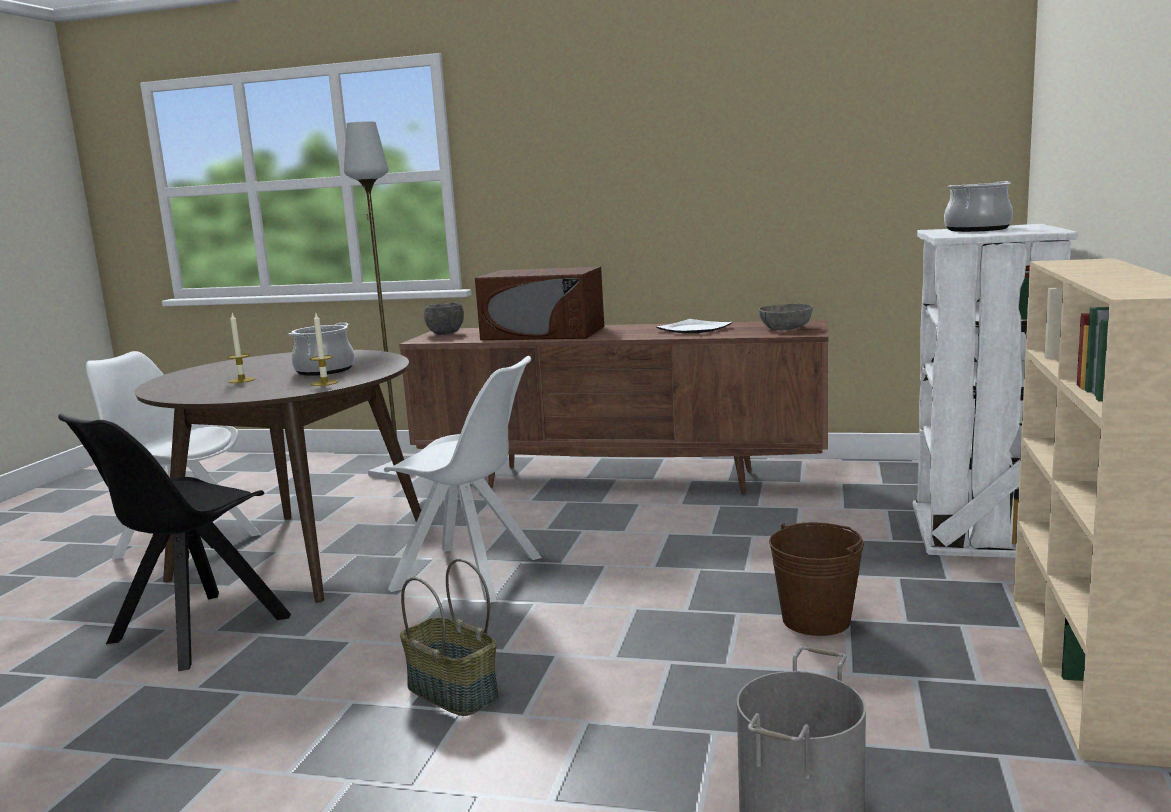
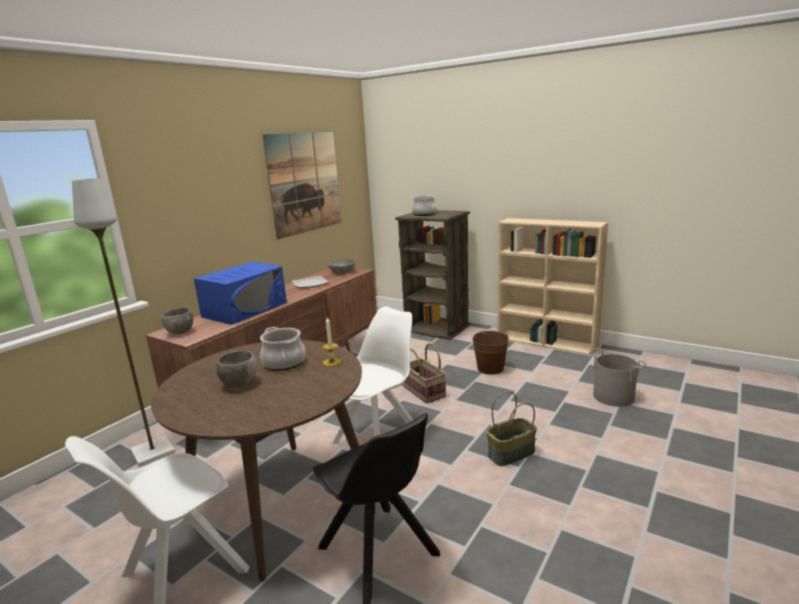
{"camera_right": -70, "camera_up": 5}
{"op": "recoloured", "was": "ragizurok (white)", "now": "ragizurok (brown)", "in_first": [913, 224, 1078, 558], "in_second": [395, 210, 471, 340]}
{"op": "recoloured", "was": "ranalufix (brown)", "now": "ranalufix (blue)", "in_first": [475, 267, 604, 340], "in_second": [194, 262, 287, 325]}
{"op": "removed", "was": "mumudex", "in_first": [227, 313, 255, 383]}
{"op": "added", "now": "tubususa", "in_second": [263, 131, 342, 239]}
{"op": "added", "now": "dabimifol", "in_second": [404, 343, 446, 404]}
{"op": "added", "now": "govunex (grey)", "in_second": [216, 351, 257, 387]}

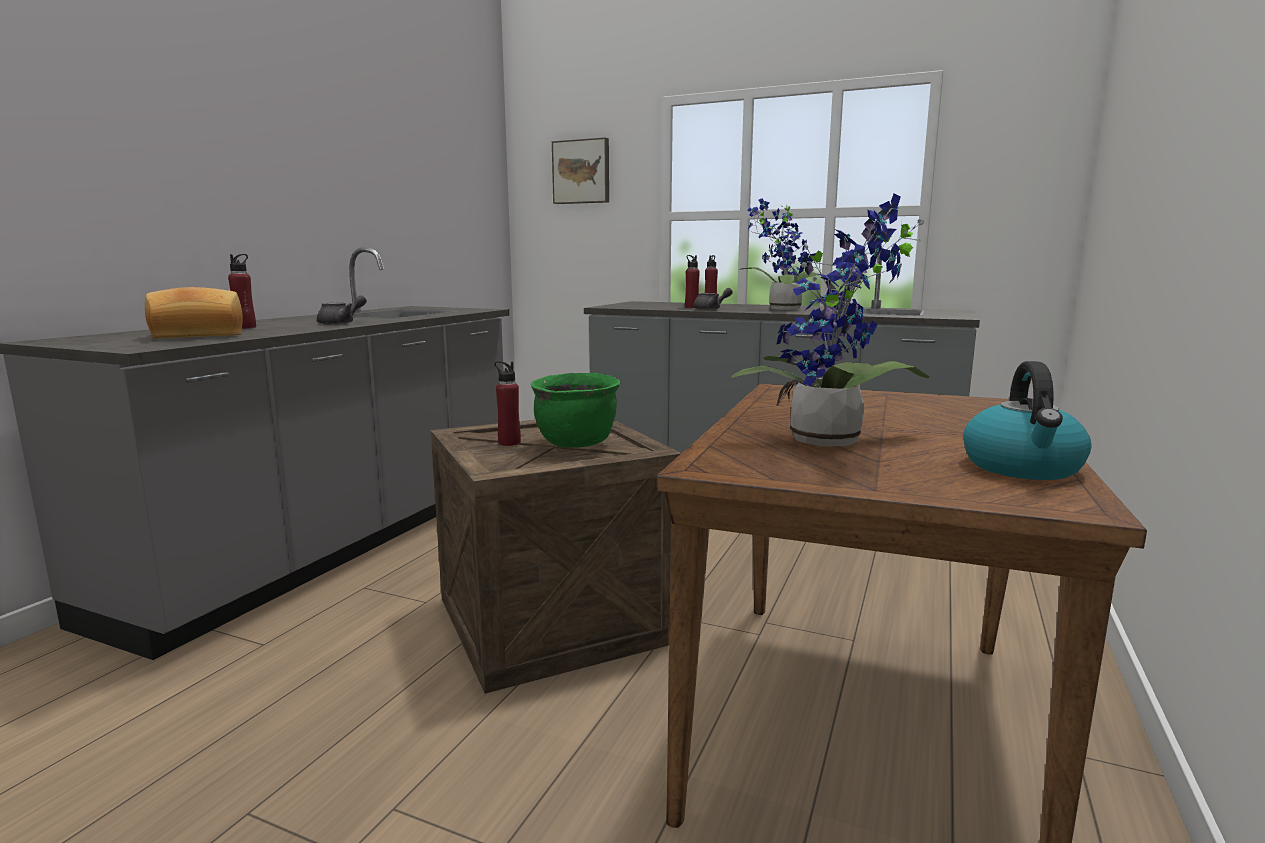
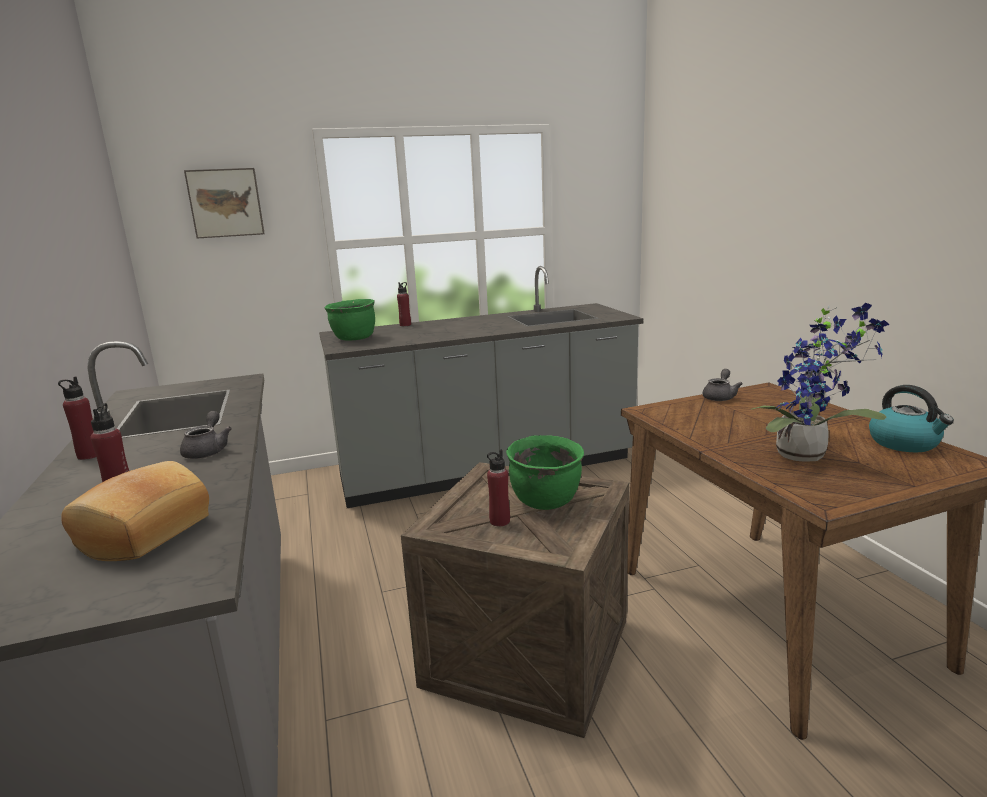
{"camera_right": -40, "camera_up": 5}
{"op": "removed", "was": "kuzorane", "in_first": [740, 198, 820, 310]}
{"op": "moved", "was": "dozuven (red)", "in_first": [685, 255, 700, 308], "in_second": [58, 377, 96, 460]}
{"op": "moved", "was": "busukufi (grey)", "in_first": [693, 288, 733, 310], "in_second": [703, 369, 743, 401]}
{"op": "added", "now": "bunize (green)", "in_second": [324, 299, 375, 341]}

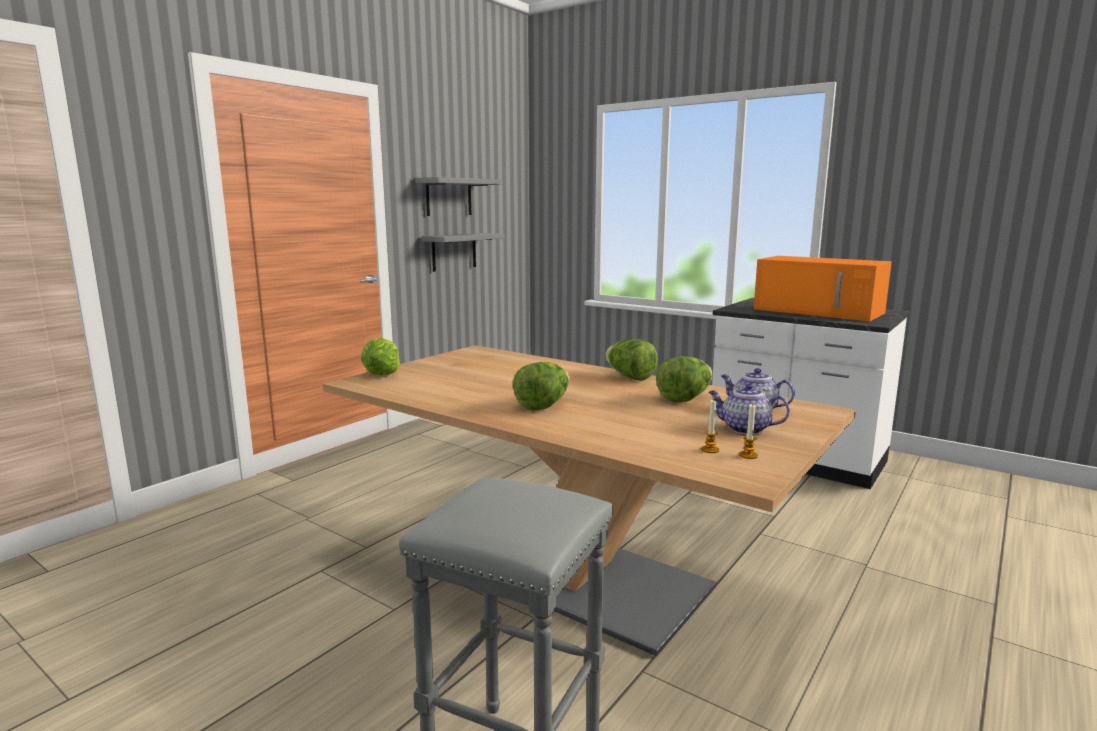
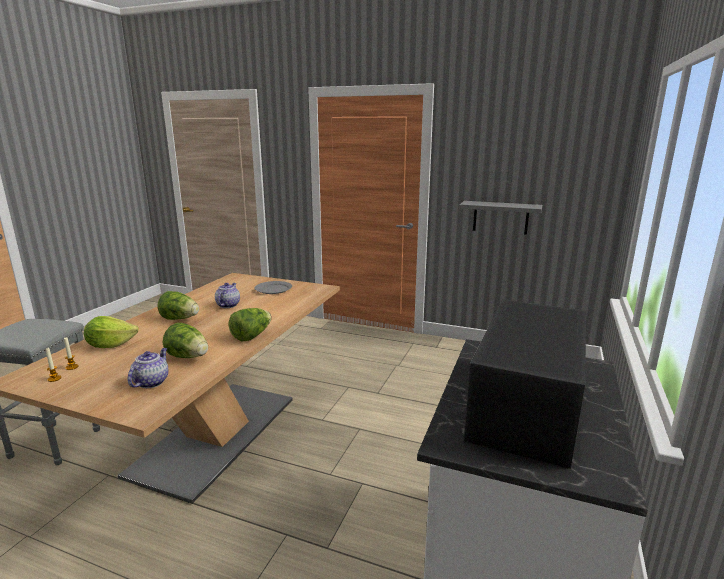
{"camera_right": 75, "camera_up": 5}
{"op": "removed", "was": "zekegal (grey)", "in_first": [415, 177, 501, 216]}
{"op": "recoloured", "was": "ranalufix (orange)", "now": "ranalufix (black)", "in_first": [754, 256, 892, 321], "in_second": [464, 299, 586, 469]}
{"op": "moved", "was": "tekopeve", "in_first": [361, 338, 400, 375], "in_second": [84, 316, 139, 348]}
{"op": "moved", "was": "busukufi", "in_first": [709, 384, 790, 434], "in_second": [215, 283, 240, 308]}
{"op": "added", "now": "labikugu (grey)", "in_second": [254, 281, 292, 294]}

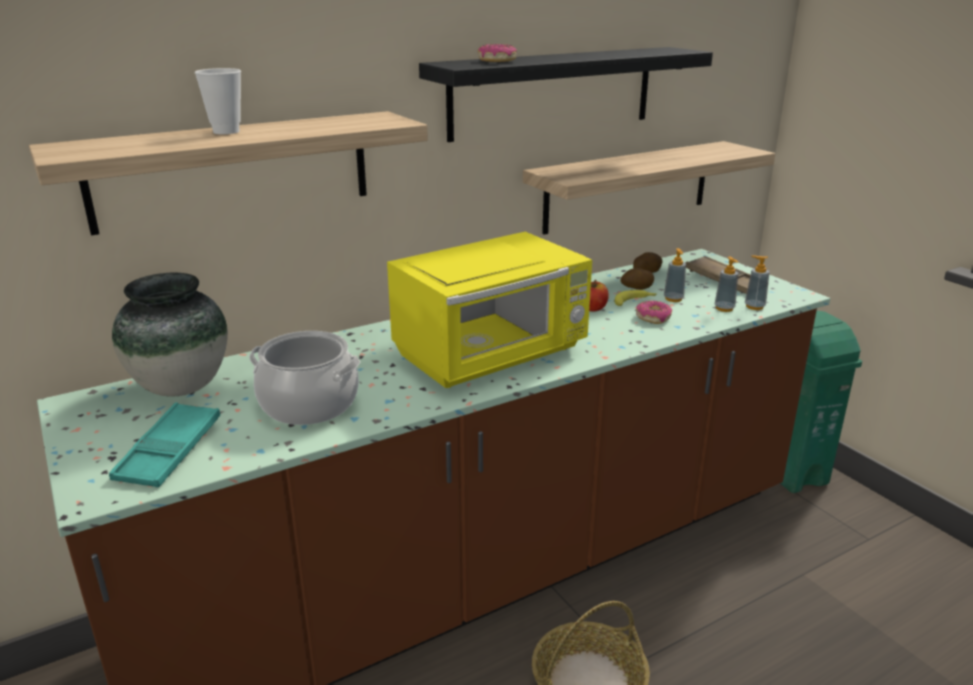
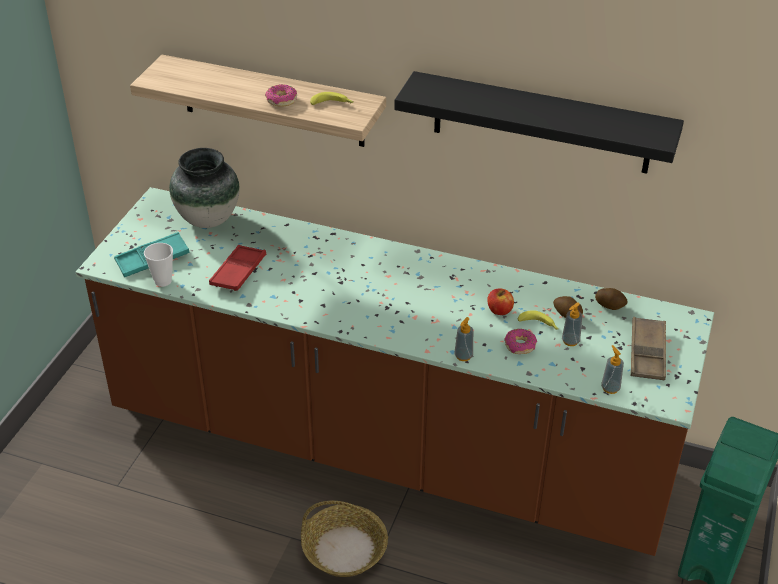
{"camera_right": 50, "camera_up": 15}
{"op": "moved", "was": "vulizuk", "in_first": [478, 44, 517, 62], "in_second": [265, 84, 297, 107]}
{"op": "moved", "was": "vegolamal", "in_first": [195, 68, 241, 134], "in_second": [144, 243, 173, 287]}
{"op": "removed", "was": "zekegal", "in_first": [523, 141, 775, 235]}
{"op": "removed", "was": "ranalufix (yellow)", "in_first": [387, 232, 592, 388]}
{"op": "moved", "was": "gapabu", "in_first": [714, 256, 738, 312], "in_second": [455, 317, 473, 361]}
{"op": "replaced", "was": "bunize", "now": "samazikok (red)", "in_first": [249, 331, 360, 425], "in_second": [209, 245, 266, 291]}
{"op": "added", "now": "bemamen", "in_second": [310, 92, 354, 105]}

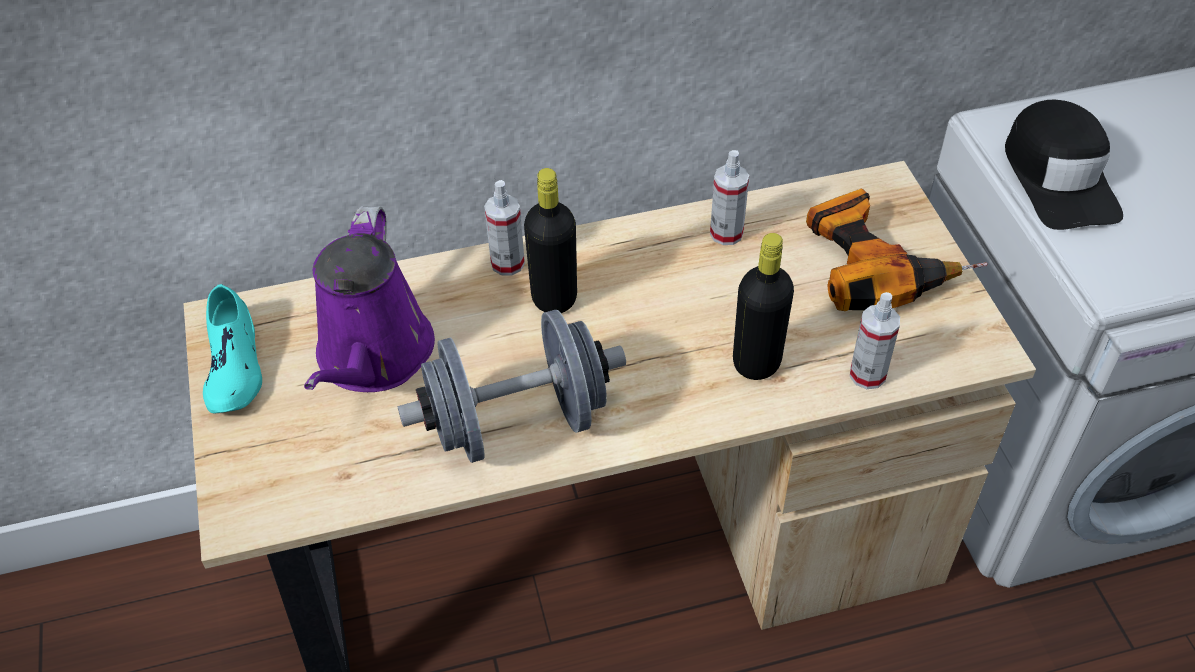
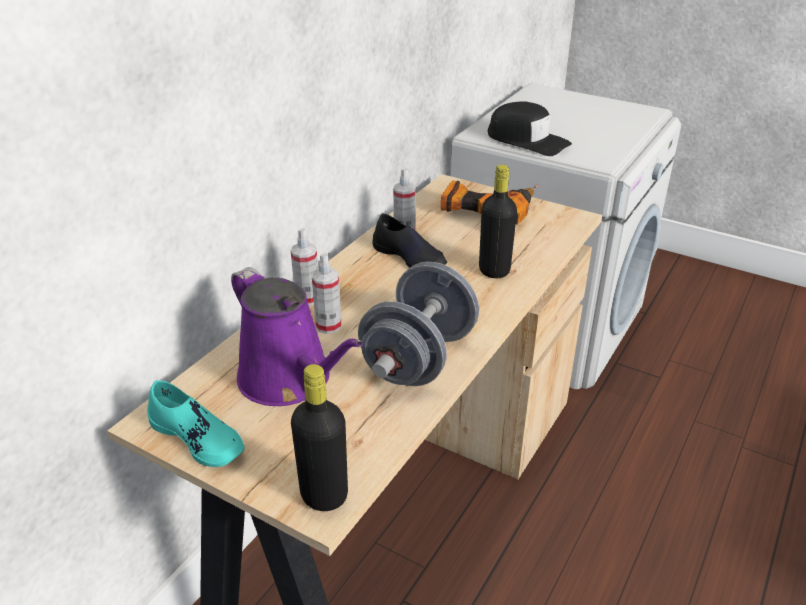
{"camera_right": -45, "camera_up": -15}
{"op": "moved", "was": "dozuven (black)", "in_first": [524, 168, 577, 313], "in_second": [291, 364, 348, 511]}
{"op": "moved", "was": "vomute", "in_first": [850, 292, 900, 389], "in_second": [312, 252, 342, 334]}
{"op": "added", "now": "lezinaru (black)", "in_second": [372, 213, 447, 268]}

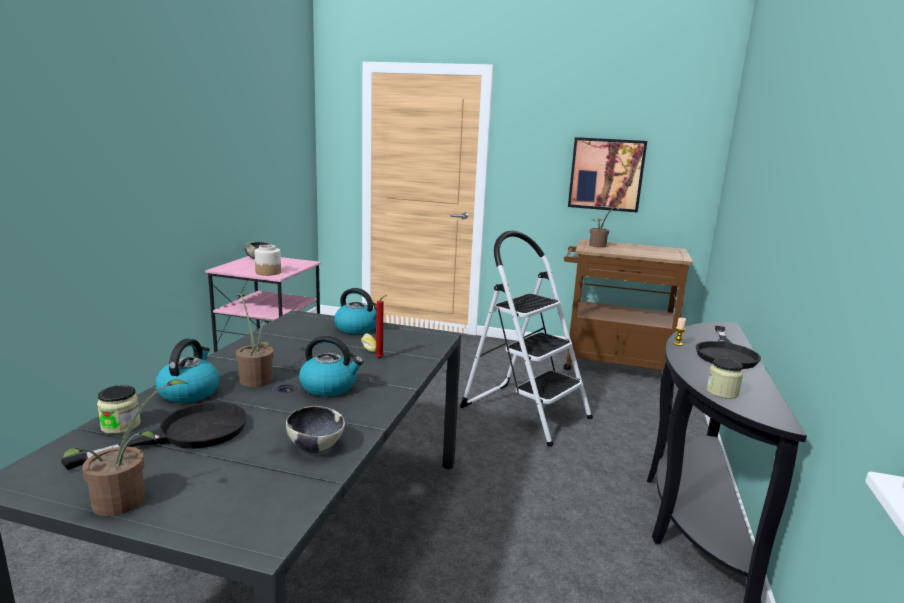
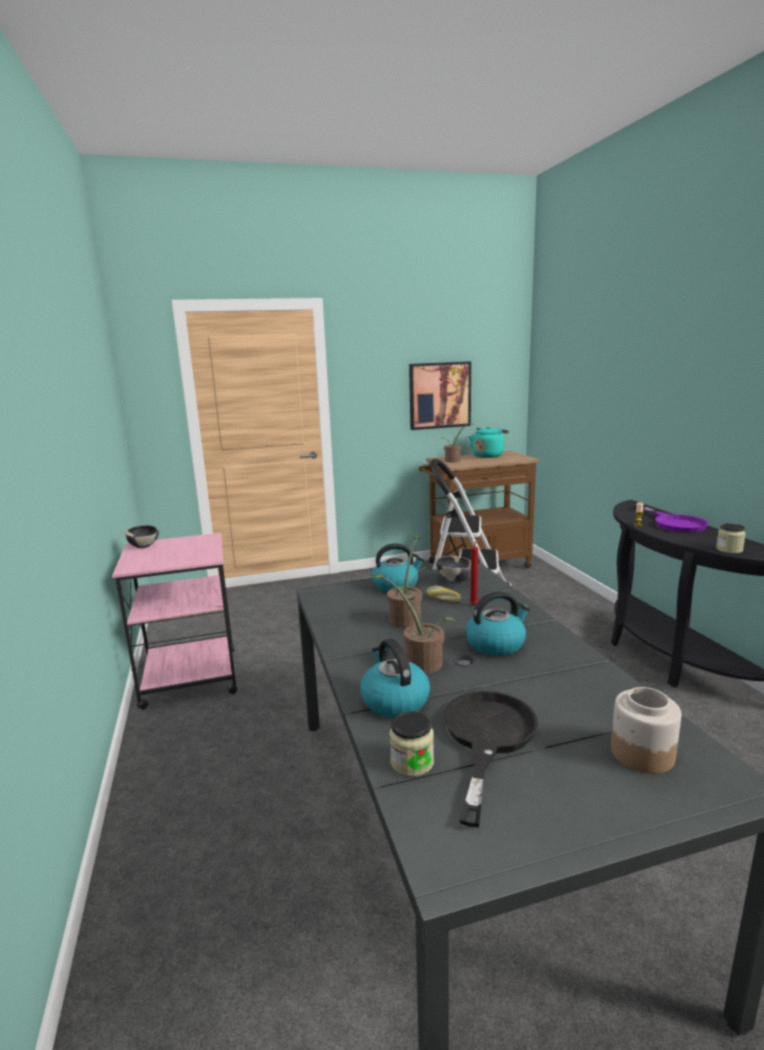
{"camera_right": -30, "camera_up": 0}
{"op": "moved", "was": "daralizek", "in_first": [254, 245, 281, 276], "in_second": [611, 687, 681, 774]}
{"op": "recoloured", "was": "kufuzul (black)", "now": "kufuzul (purple)", "in_first": [696, 326, 761, 369], "in_second": [634, 504, 708, 533]}
{"op": "moved", "was": "kuzorane", "in_first": [61, 379, 188, 516], "in_second": [387, 536, 432, 628]}
{"op": "moved", "was": "govunex", "in_first": [286, 406, 345, 453], "in_second": [436, 556, 471, 583]}
{"op": "added", "now": "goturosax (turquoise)", "in_second": [469, 426, 509, 458]}

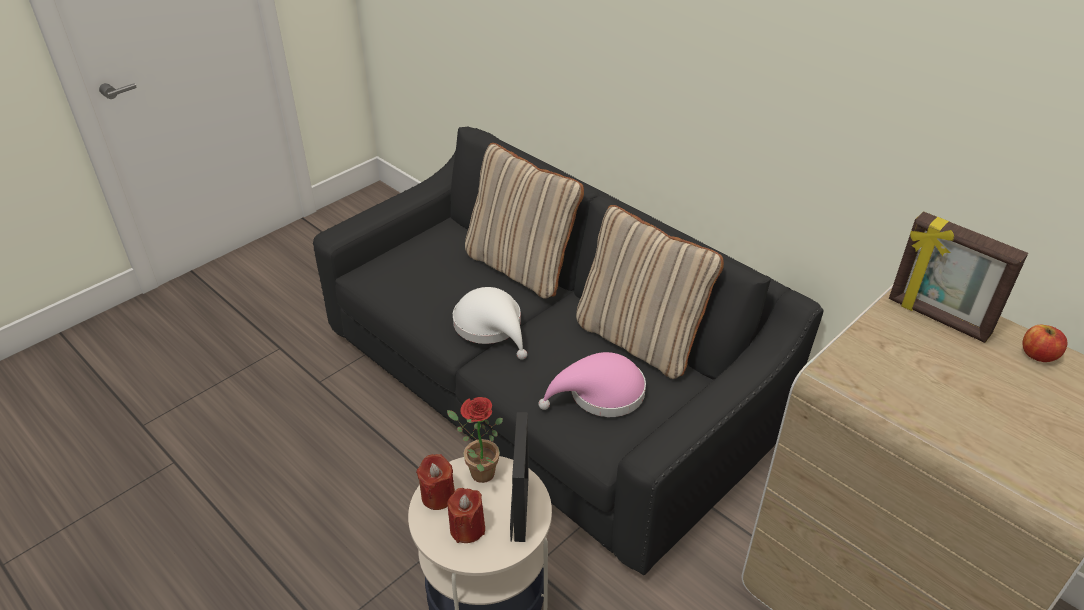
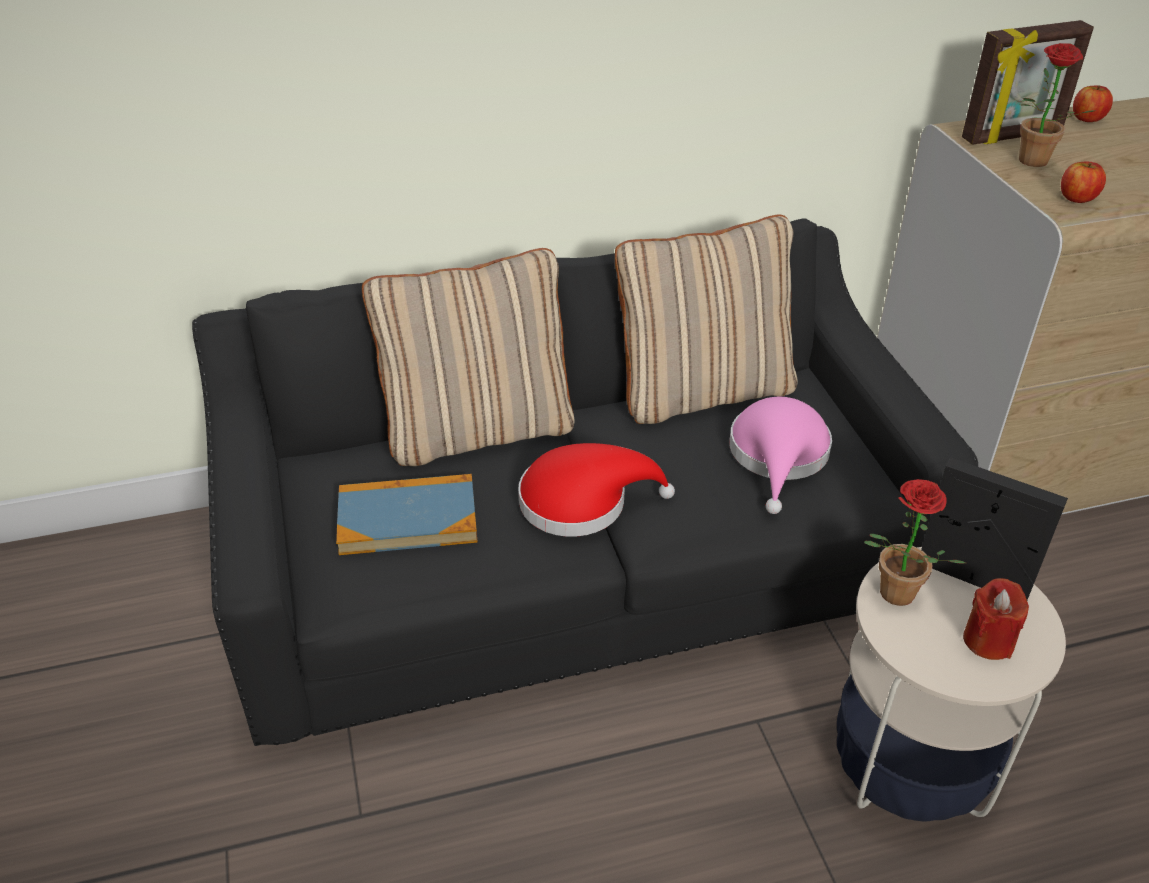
{"camera_right": -60, "camera_up": 0}
{"op": "recoloured", "was": "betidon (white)", "now": "betidon (red)", "in_first": [453, 287, 527, 360], "in_second": [518, 443, 675, 537]}
{"op": "removed", "was": "mumudex (red)", "in_first": [416, 454, 455, 510]}
{"op": "added", "now": "kuzorane", "in_second": [1018, 43, 1095, 167]}
{"op": "added", "now": "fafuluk", "in_second": [1061, 162, 1106, 203]}
{"op": "added", "now": "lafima", "in_second": [336, 474, 478, 555]}

